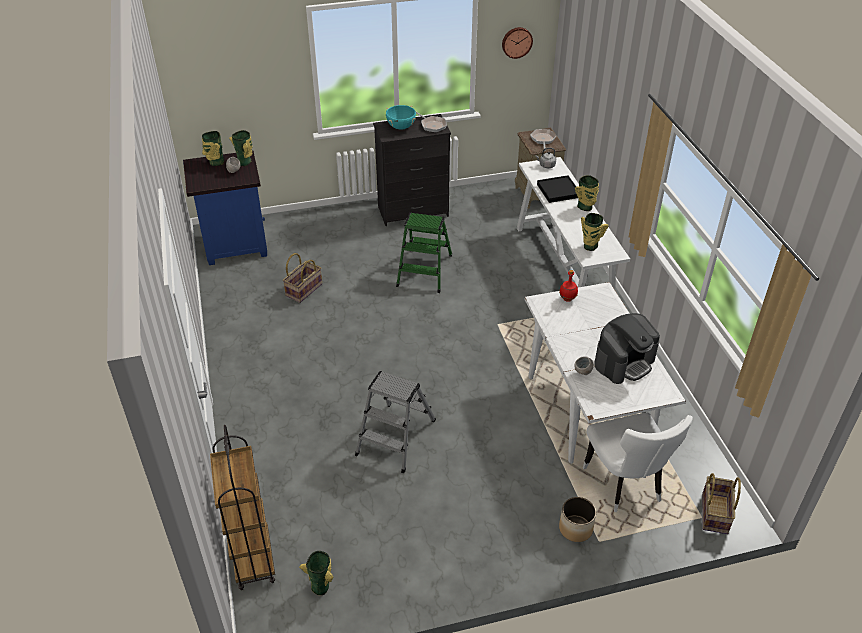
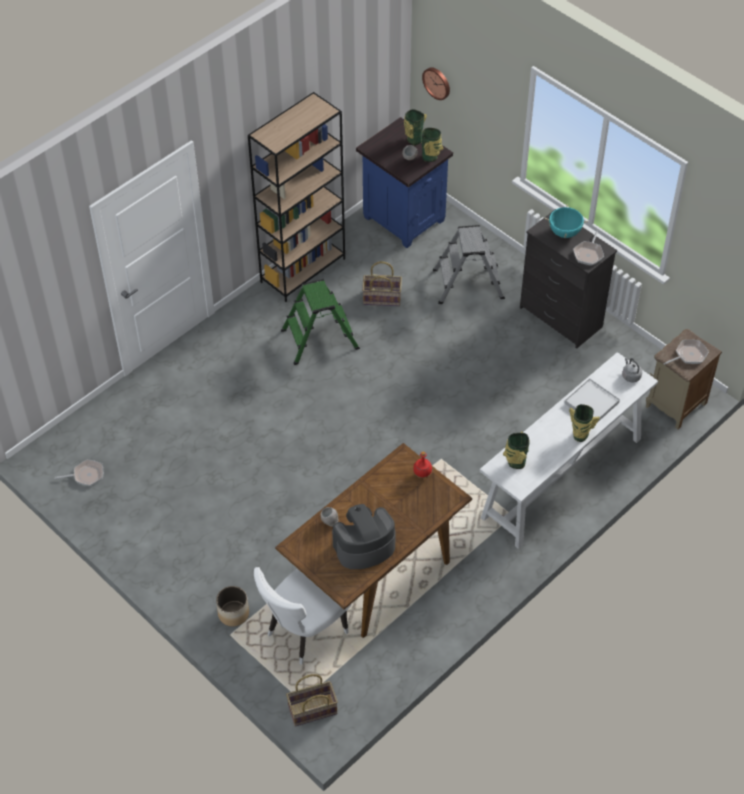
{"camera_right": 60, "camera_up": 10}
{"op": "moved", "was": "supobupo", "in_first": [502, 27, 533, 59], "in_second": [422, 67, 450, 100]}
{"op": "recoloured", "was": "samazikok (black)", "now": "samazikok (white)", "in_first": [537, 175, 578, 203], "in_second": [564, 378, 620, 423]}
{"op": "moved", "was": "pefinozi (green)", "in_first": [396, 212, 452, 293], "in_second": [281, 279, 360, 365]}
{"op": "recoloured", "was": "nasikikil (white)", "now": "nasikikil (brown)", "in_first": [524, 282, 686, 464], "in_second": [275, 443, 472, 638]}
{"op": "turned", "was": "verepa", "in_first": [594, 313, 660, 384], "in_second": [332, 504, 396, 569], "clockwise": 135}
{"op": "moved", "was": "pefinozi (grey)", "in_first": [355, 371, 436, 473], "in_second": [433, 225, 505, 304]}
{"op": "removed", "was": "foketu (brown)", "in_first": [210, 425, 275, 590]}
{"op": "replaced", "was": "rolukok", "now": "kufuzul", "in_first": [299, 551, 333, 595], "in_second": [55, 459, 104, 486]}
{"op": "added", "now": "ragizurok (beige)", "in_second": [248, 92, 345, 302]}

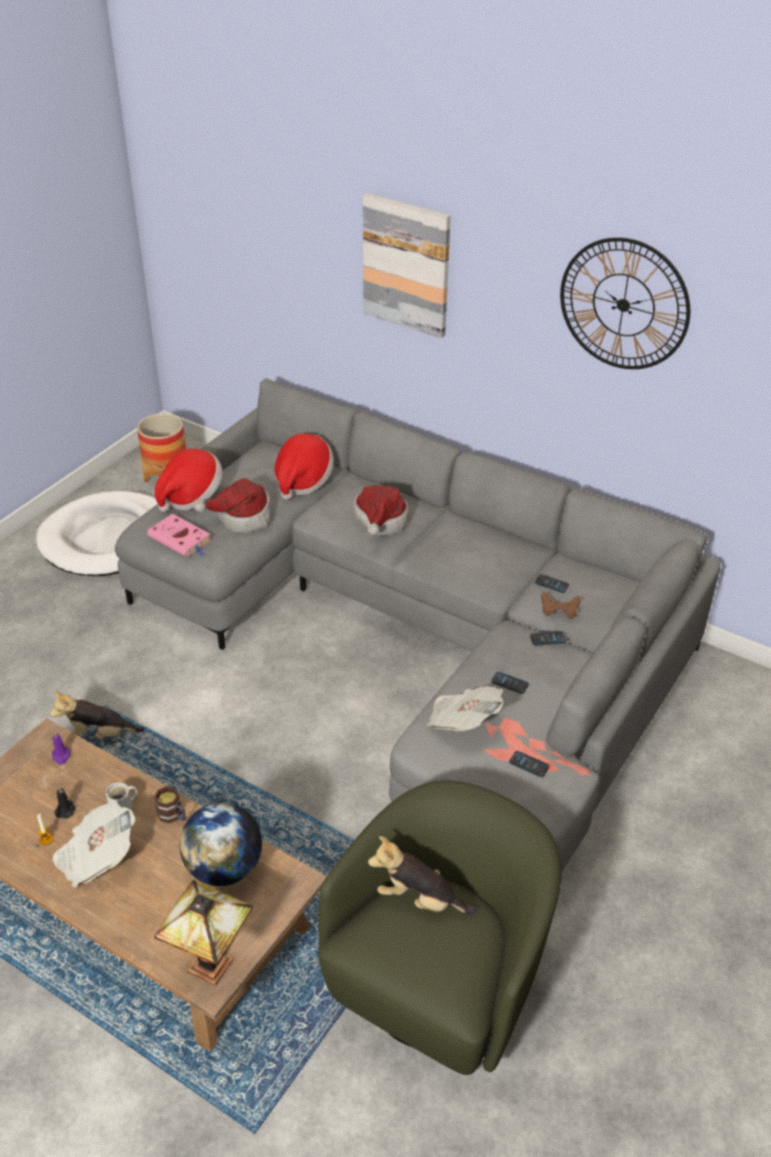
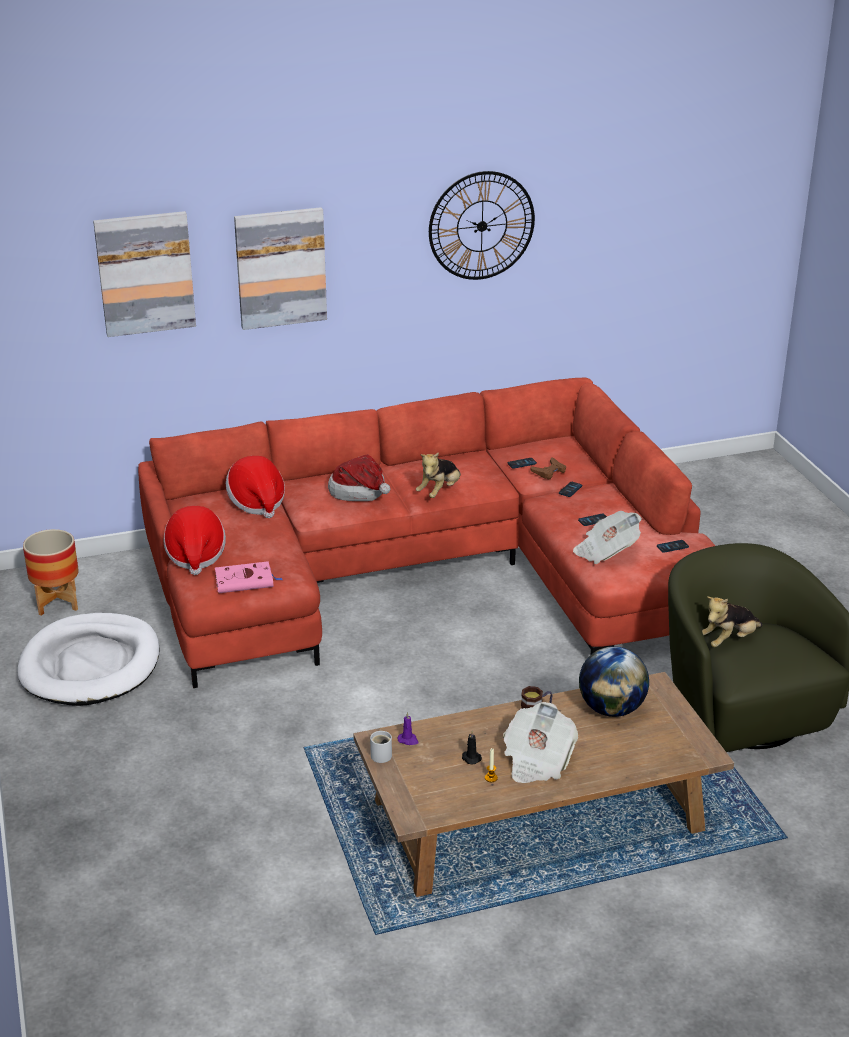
{"camera_right": -50, "camera_up": -10}
{"op": "recoloured", "was": "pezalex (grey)", "now": "pezalex (red)", "in_first": [115, 378, 721, 871], "in_second": [138, 378, 715, 688]}
{"op": "removed", "was": "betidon", "in_first": [194, 478, 270, 533]}
{"op": "moved", "was": "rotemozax", "in_first": [50, 691, 145, 738], "in_second": [416, 452, 461, 498]}
{"op": "moved", "was": "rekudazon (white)", "in_first": [106, 782, 138, 810], "in_second": [370, 731, 392, 763]}
{"op": "removed", "was": "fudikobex", "in_first": [154, 880, 253, 986]}
{"op": "added", "now": "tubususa", "in_second": [93, 211, 196, 337]}

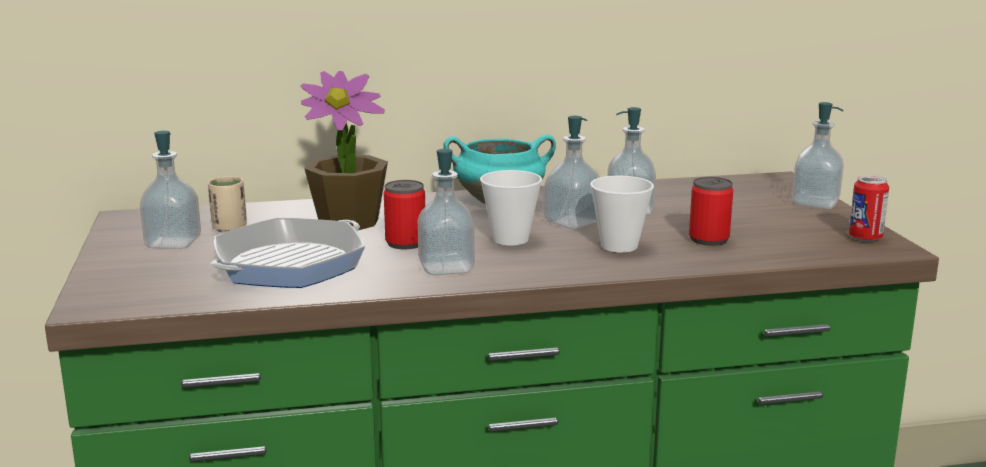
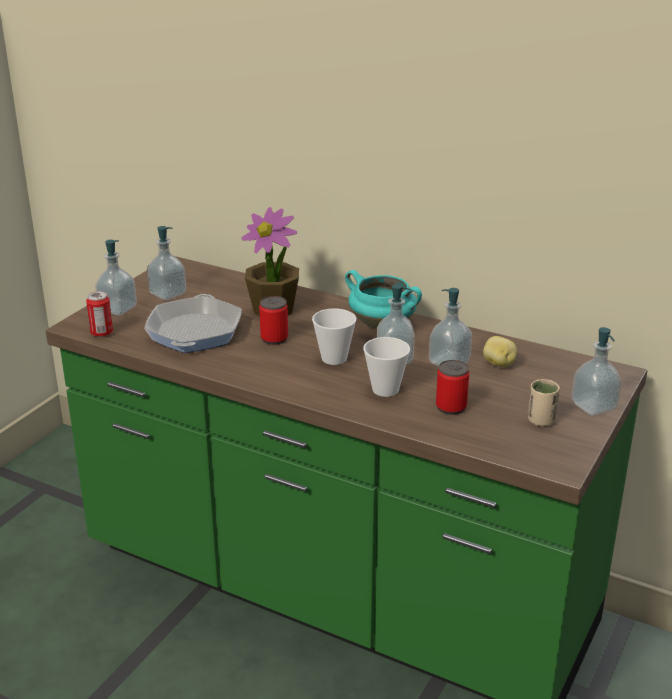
{"camera_right": 40, "camera_up": 10}
{"op": "moved", "was": "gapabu", "in_first": [418, 149, 475, 275], "in_second": [95, 240, 137, 316]}
{"op": "moved", "was": "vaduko", "in_first": [849, 175, 889, 242], "in_second": [86, 292, 113, 337]}
{"op": "moved", "was": "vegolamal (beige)", "in_first": [208, 176, 247, 233], "in_second": [528, 379, 560, 426]}
{"op": "turned", "was": "kufuzul", "in_first": [210, 218, 365, 288], "in_second": [144, 294, 242, 353], "clockwise": -75}
{"op": "added", "now": "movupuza", "in_second": [483, 336, 517, 367]}

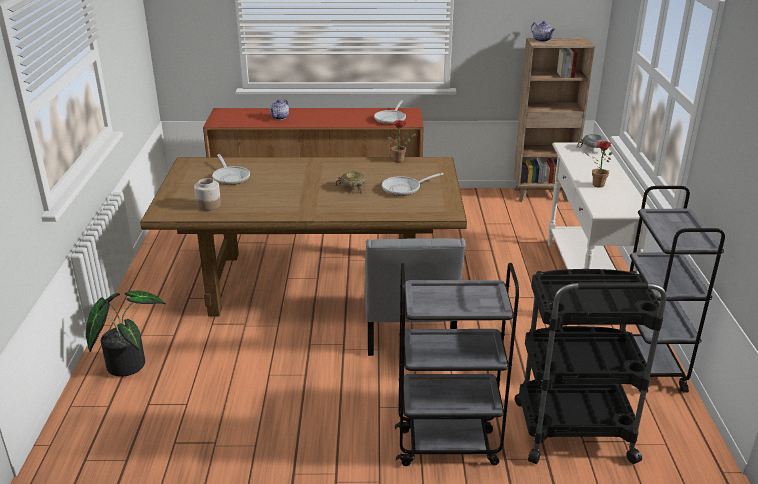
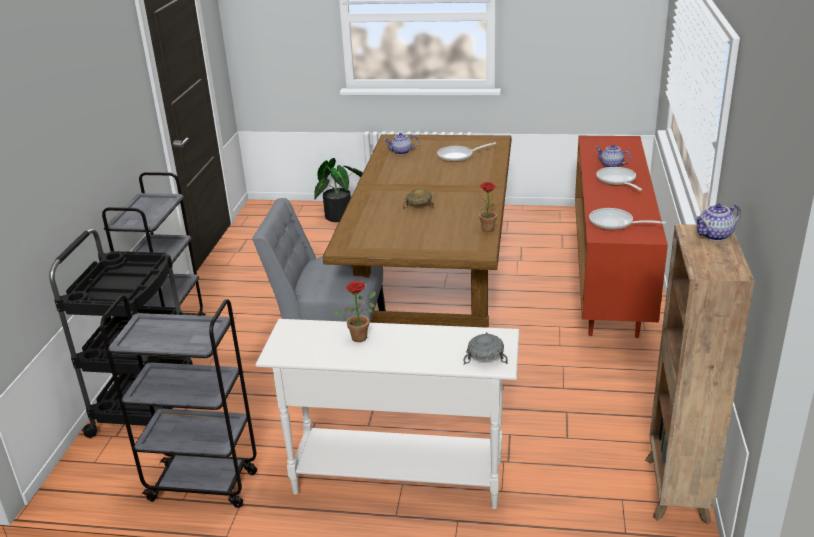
{"camera_right": 100, "camera_up": 0}
{"op": "moved", "was": "kufuzul", "in_first": [382, 173, 444, 196], "in_second": [597, 167, 642, 190]}
{"op": "replaced", "was": "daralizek", "now": "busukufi", "in_first": [194, 178, 221, 211], "in_second": [384, 133, 418, 155]}

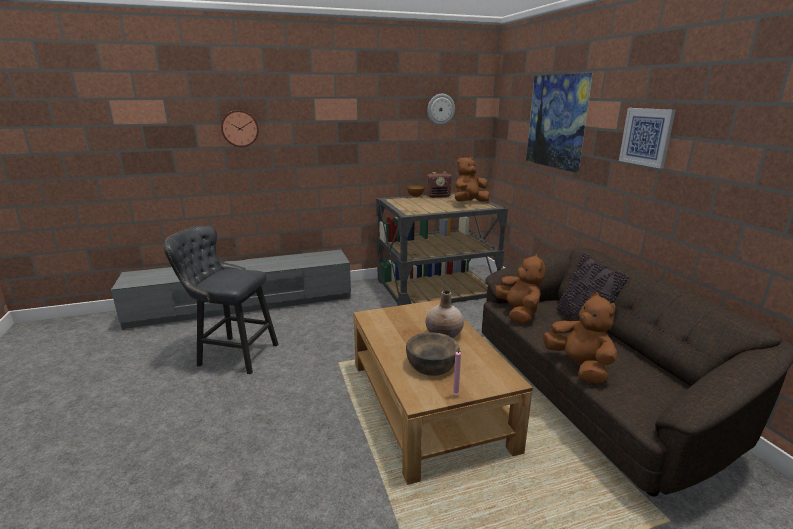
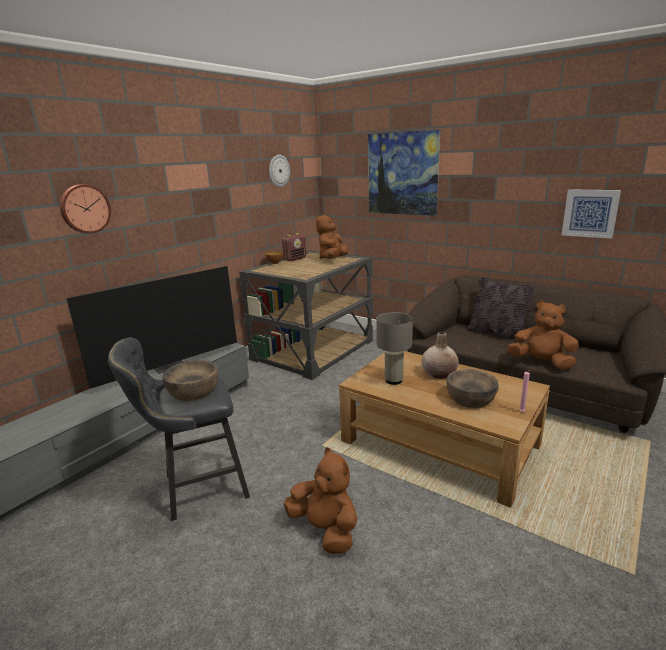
{"camera_right": -35, "camera_up": 0}
{"op": "moved", "was": "tubususa", "in_first": [619, 108, 676, 169], "in_second": [562, 189, 621, 239]}
{"op": "moved", "was": "rotemozax (brown)", "in_first": [494, 253, 545, 324], "in_second": [284, 447, 357, 554]}
{"op": "added", "now": "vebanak", "in_second": [66, 266, 237, 389]}
{"op": "added", "now": "fudikobex (grey)", "in_second": [376, 312, 413, 385]}
{"op": "added", "now": "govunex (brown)", "in_second": [163, 360, 219, 401]}

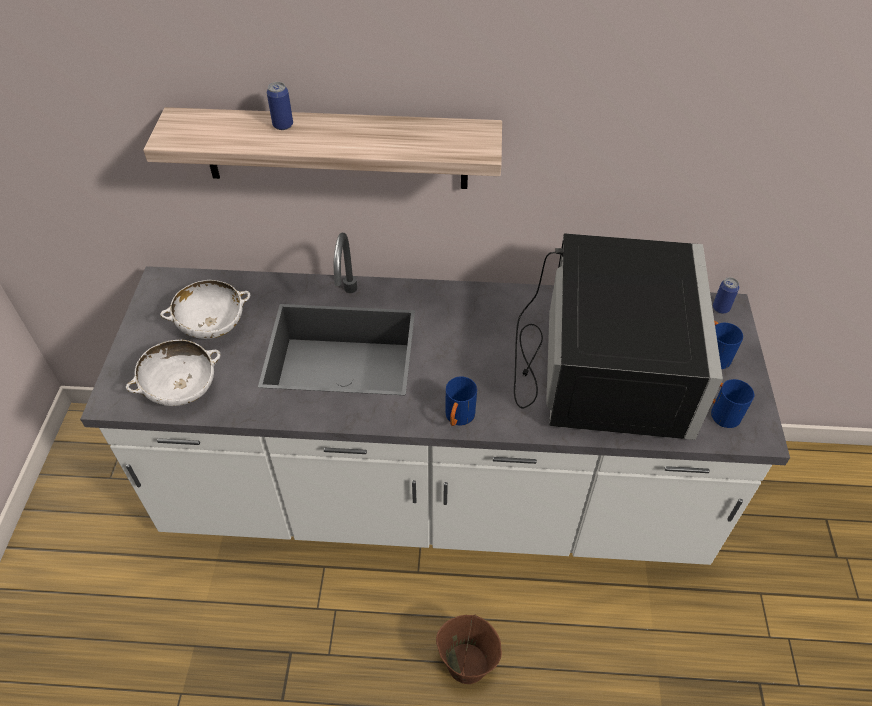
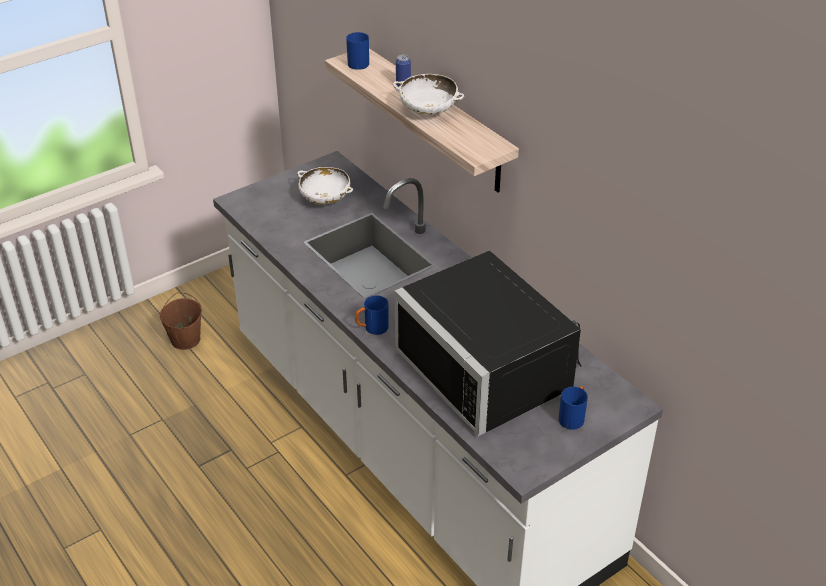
{"camera_right": 50, "camera_up": -10}
{"op": "turned", "was": "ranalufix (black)", "in_first": [514, 233, 723, 440], "in_second": [394, 251, 581, 436], "clockwise": 90}
{"op": "removed", "was": "vaduko", "in_first": [713, 277, 739, 314]}
{"op": "moved", "was": "govunex (white)", "in_first": [126, 340, 220, 406], "in_second": [393, 74, 464, 115]}
{"op": "moved", "was": "rekudazon (blue)", "in_first": [711, 379, 755, 428], "in_second": [346, 32, 369, 70]}
{"op": "moved", "was": "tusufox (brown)", "in_first": [436, 614, 502, 684], "in_second": [159, 293, 202, 350]}

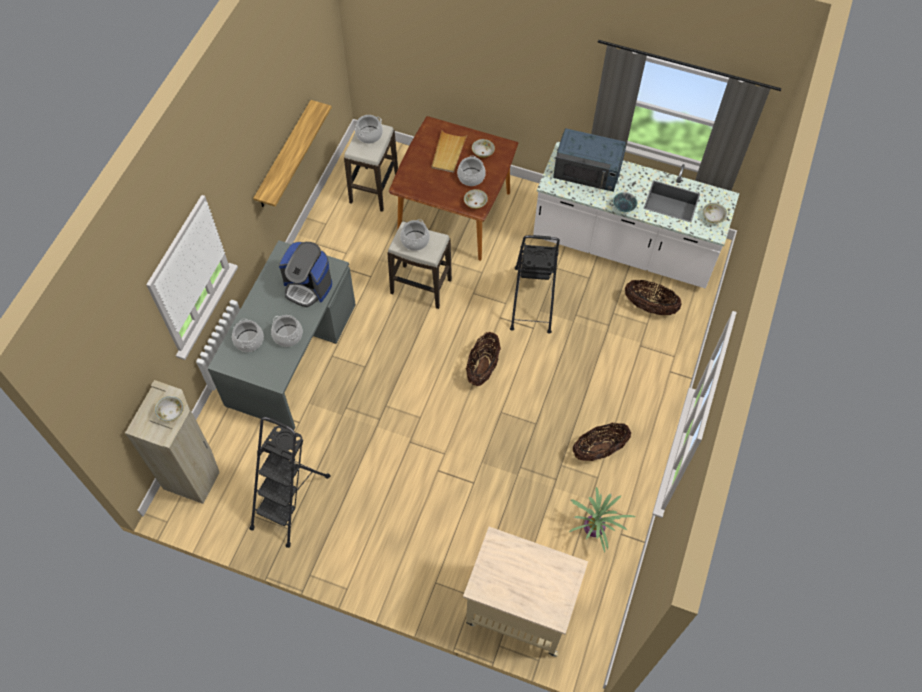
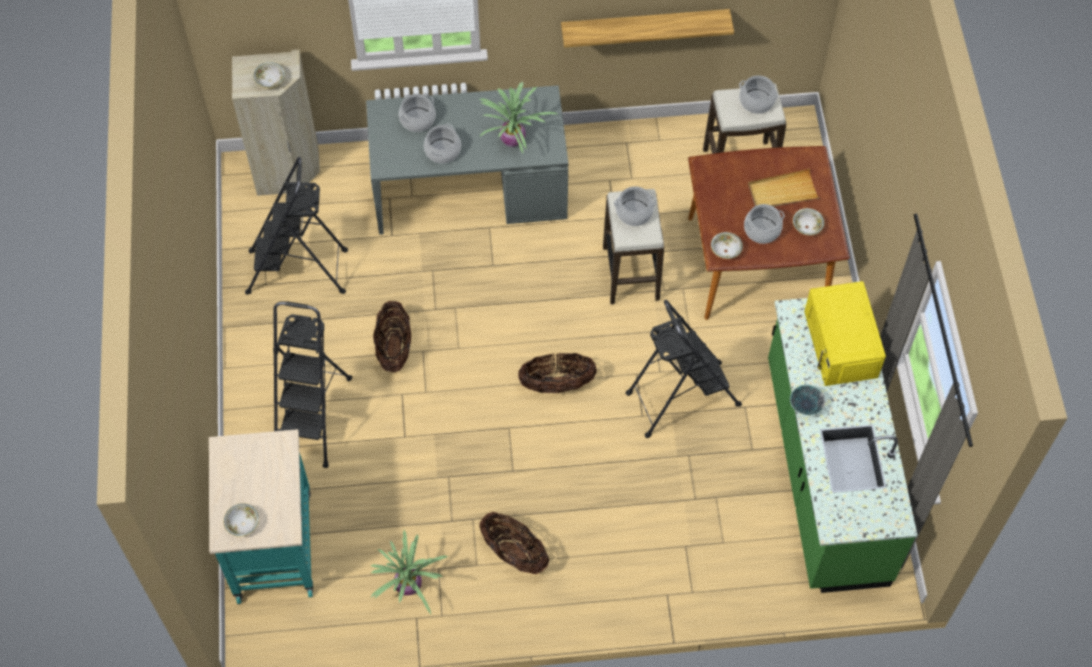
{"camera_right": 65, "camera_up": 0}
{"op": "recoloured", "was": "ranalufix (blue)", "now": "ranalufix (yellow)", "in_first": [553, 128, 626, 192], "in_second": [804, 281, 886, 386]}
{"op": "recoloured", "was": "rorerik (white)", "now": "rorerik (green)", "in_first": [533, 142, 739, 288], "in_second": [768, 298, 918, 593]}
{"op": "moved", "was": "govunex", "in_first": [703, 203, 727, 223], "in_second": [224, 503, 259, 537]}
{"op": "replaced", "was": "verepa", "now": "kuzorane", "in_first": [279, 242, 332, 307], "in_second": [479, 82, 557, 153]}
{"op": "moved", "was": "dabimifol", "in_first": [625, 280, 682, 315], "in_second": [373, 301, 411, 372]}
{"op": "recoloured", "was": "foketu (beige)", "now": "foketu (turquoise)", "in_first": [463, 527, 588, 657], "in_second": [209, 429, 313, 604]}
{"op": "added", "now": "pefinozi", "in_second": [273, 301, 353, 468]}

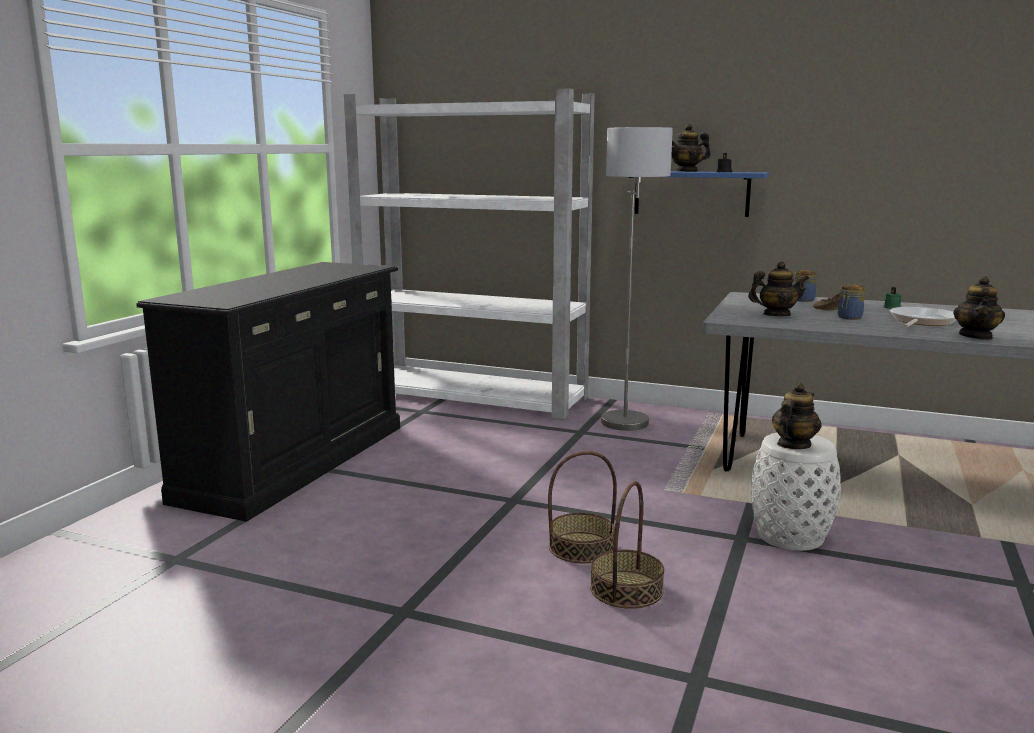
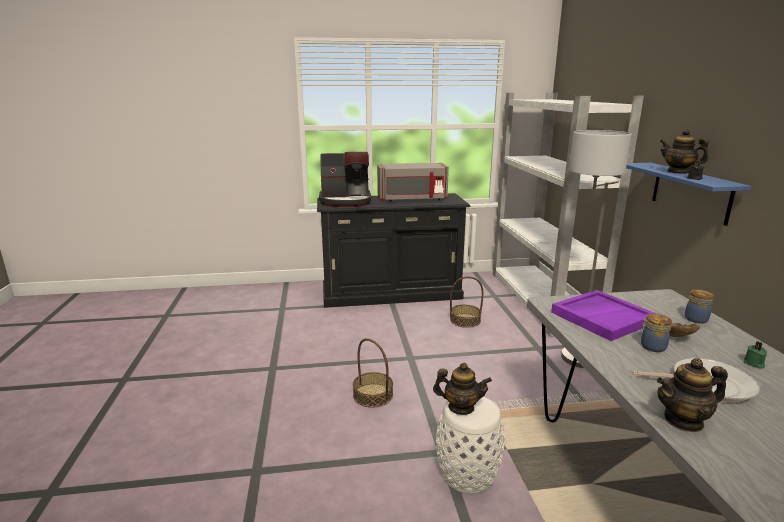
{"camera_right": 60, "camera_up": 5}
{"op": "replaced", "was": "busukufi", "now": "samazikok (purple)", "in_first": [748, 261, 809, 316], "in_second": [551, 290, 657, 341]}
{"op": "moved", "was": "dabimifol", "in_first": [590, 481, 664, 609], "in_second": [450, 276, 483, 328]}
{"op": "added", "now": "verepa", "in_second": [319, 152, 371, 207]}
{"op": "added", "now": "ranalufix (grey)", "in_second": [377, 163, 449, 202]}

